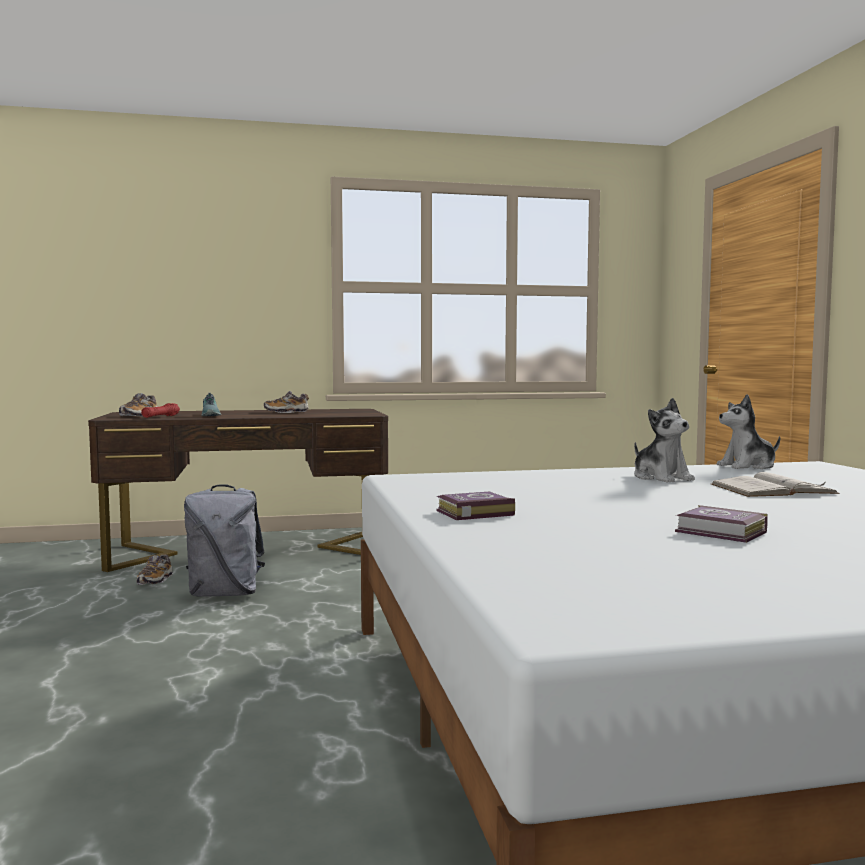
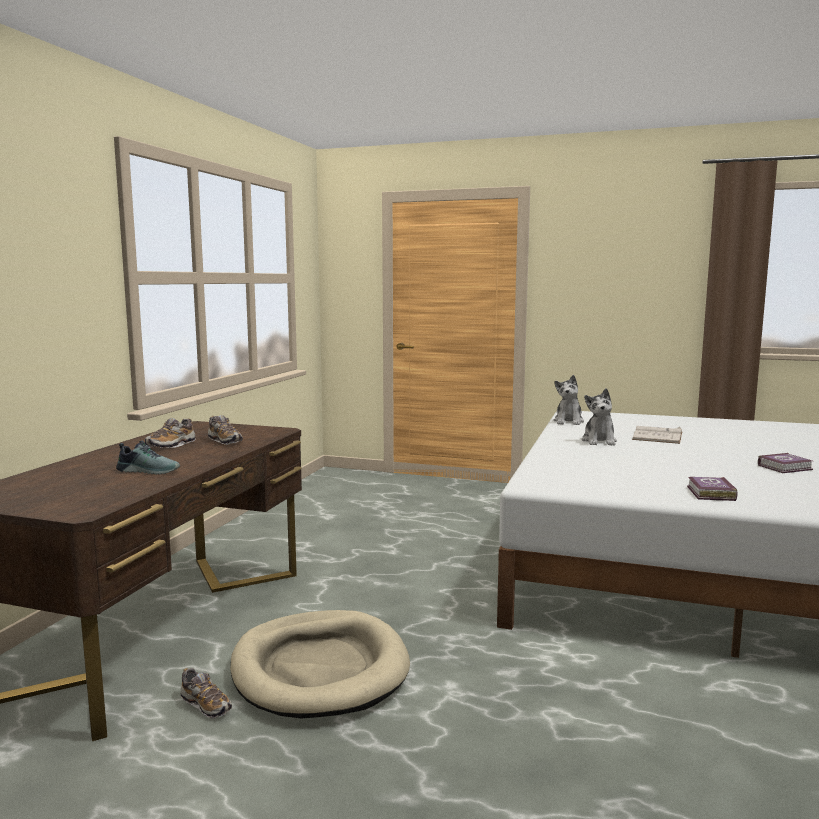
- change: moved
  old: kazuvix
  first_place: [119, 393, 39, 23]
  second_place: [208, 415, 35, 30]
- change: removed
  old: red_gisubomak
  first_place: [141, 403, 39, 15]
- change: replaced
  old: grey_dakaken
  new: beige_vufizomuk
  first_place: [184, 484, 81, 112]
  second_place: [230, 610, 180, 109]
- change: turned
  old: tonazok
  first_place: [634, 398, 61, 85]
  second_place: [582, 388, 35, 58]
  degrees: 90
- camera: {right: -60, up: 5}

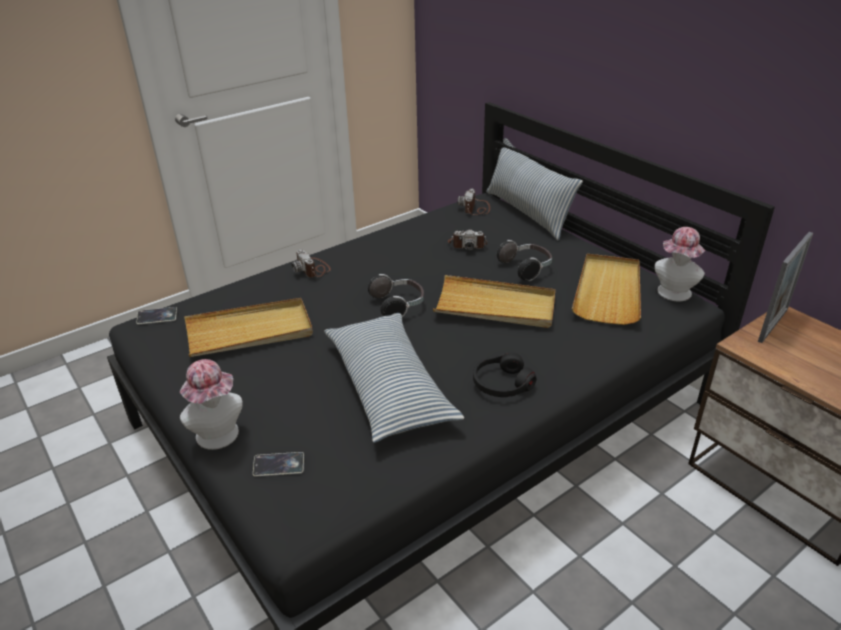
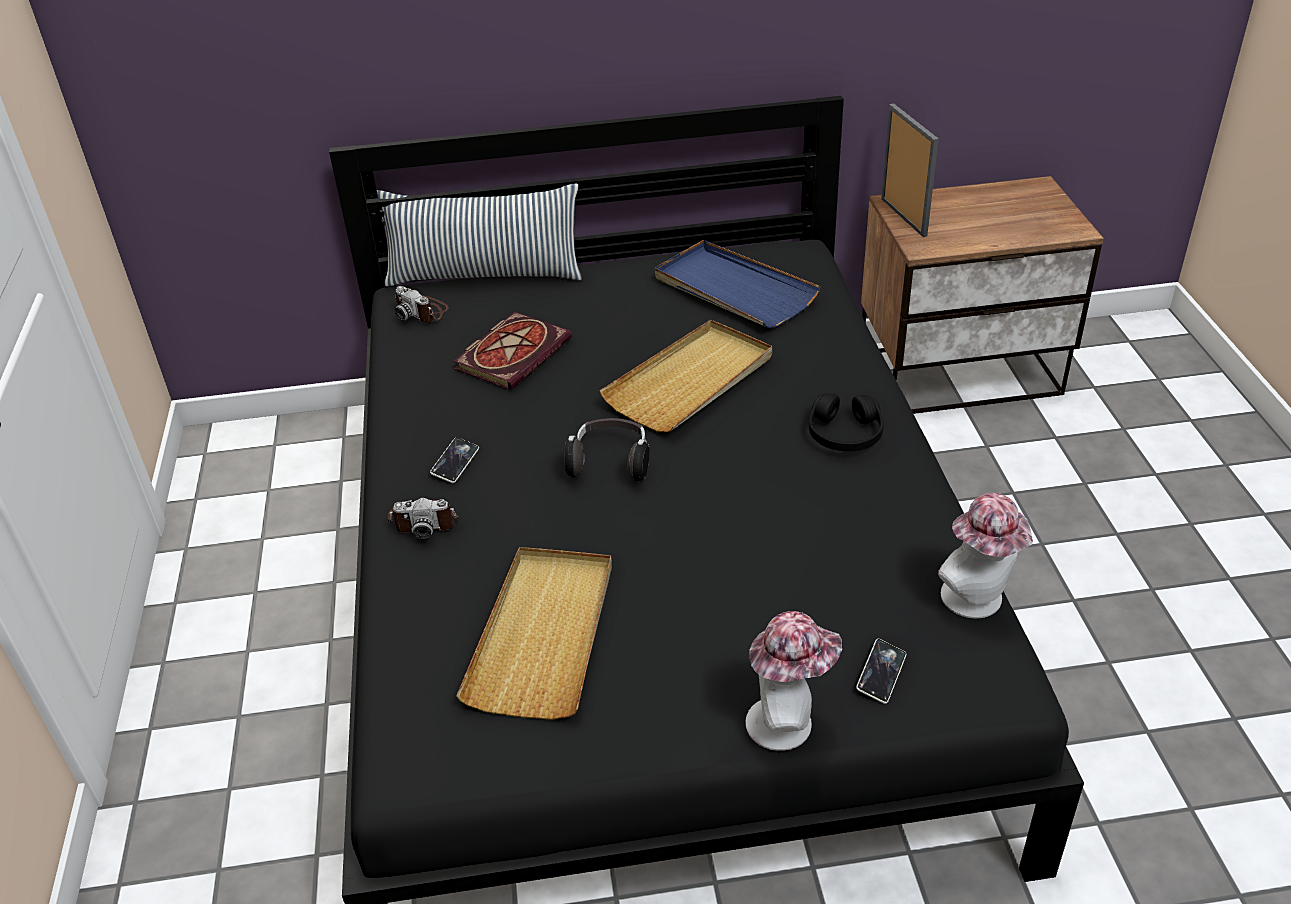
- change: moved
  old: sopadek
  first_place: [136, 307, 41, 18]
  second_place: [430, 437, 49, 46]
- change: removed
  old: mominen
  first_place: [324, 313, 140, 130]
- change: replaced
  old: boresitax
  new: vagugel
  first_place: [448, 229, 39, 21]
  second_place: [454, 312, 118, 78]
- change: removed
  old: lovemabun
  first_place: [497, 240, 55, 41]
- change: recoloured
  old: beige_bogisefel
  new: blue_bogisefel
  first_place: [572, 254, 69, 71]
  second_place: [655, 240, 166, 88]
- change: moved
  old: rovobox
  first_place: [655, 227, 50, 74]
  second_place: [938, 493, 95, 125]
- camera: {right: -60, up: 5}

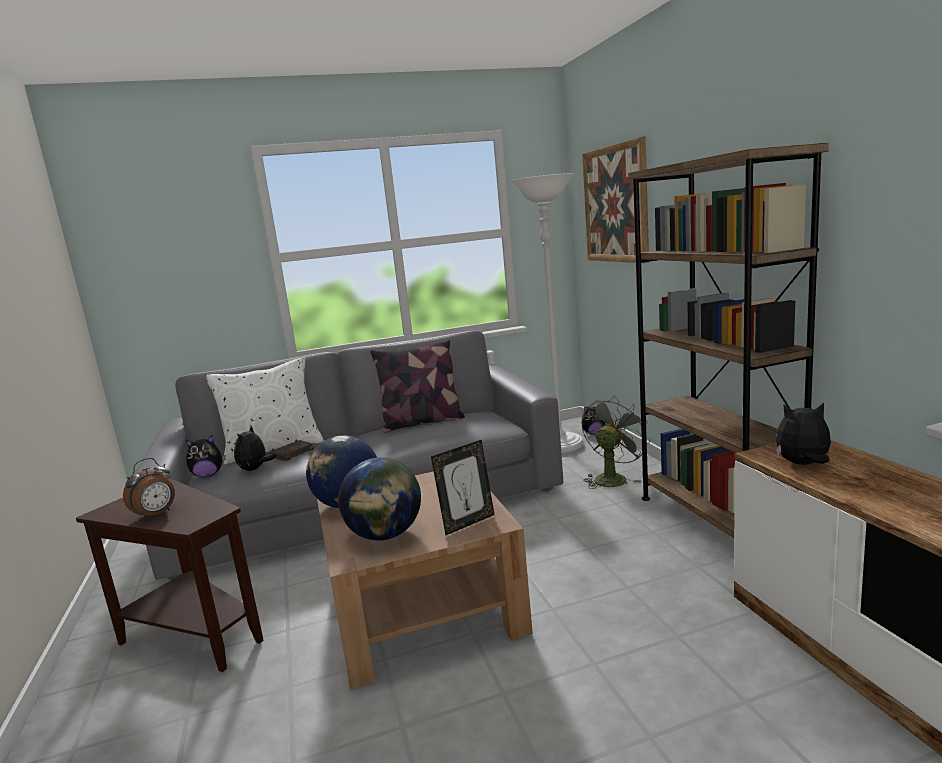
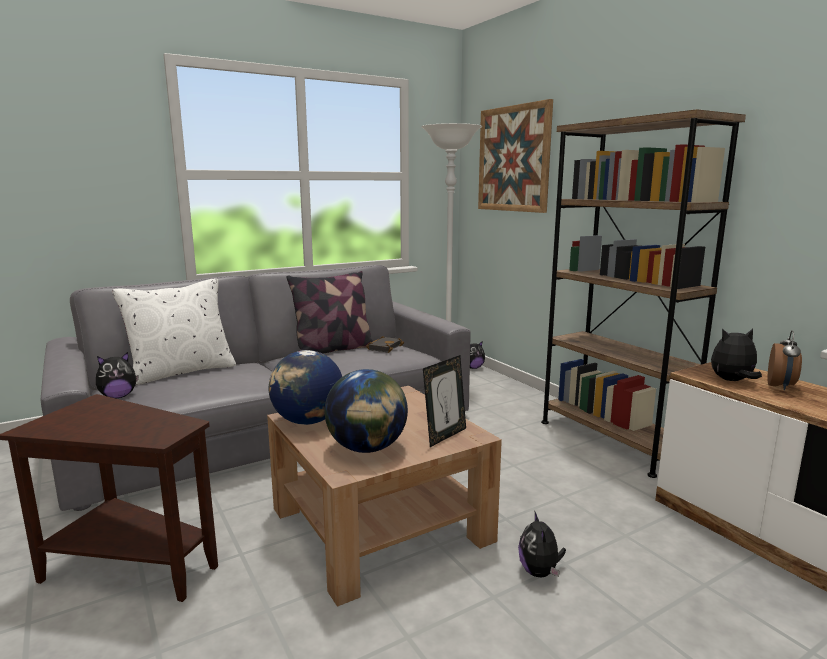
- change: moved
  old: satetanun
  first_place: [123, 458, 52, 62]
  second_place: [768, 330, 34, 60]
- change: moved
  old: tonazok
  first_place: [234, 426, 42, 45]
  second_place: [518, 511, 48, 67]
- change: moved
  old: black_vagugel
  first_place: [269, 439, 45, 22]
  second_place: [366, 336, 38, 17]
- change: removed
  old: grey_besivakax
  first_place: [581, 396, 70, 93]
- camera: {right: -15, up: 0}

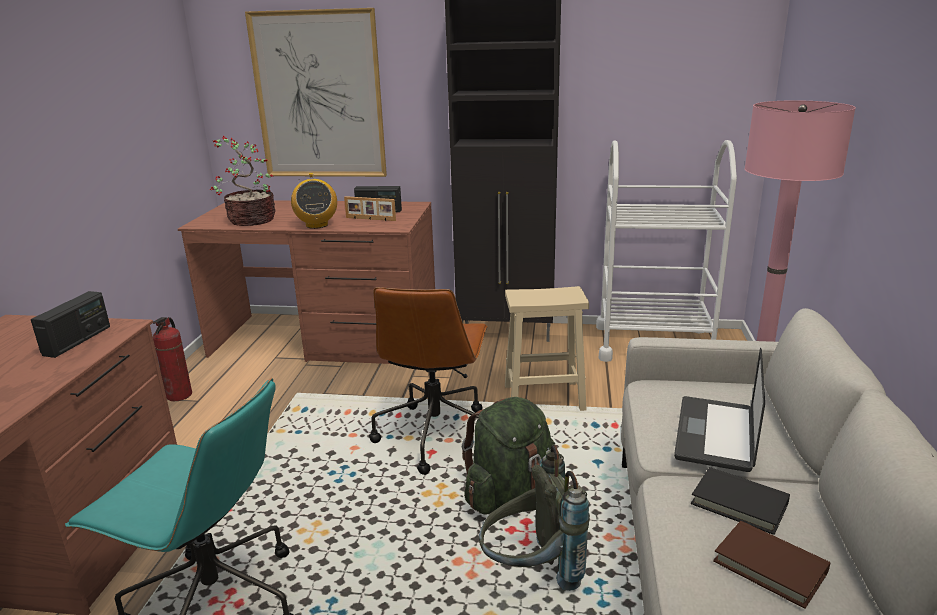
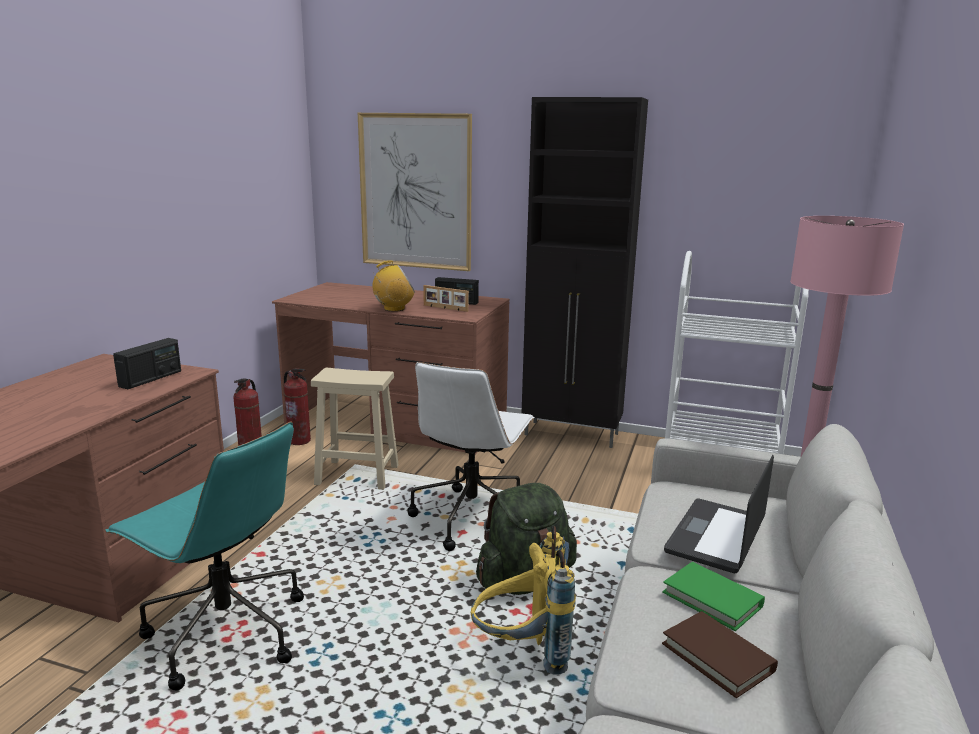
- change: removed
  old: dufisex
  first_place: [210, 135, 66, 91]
- change: turned
  old: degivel
  first_place: [291, 173, 46, 56]
  second_place: [372, 261, 43, 51]
  degrees: -105
- change: recoloured
  old: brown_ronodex
  new: white_ronodex
  first_place: [369, 287, 119, 188]
  second_place: [408, 362, 127, 189]
- change: recoloured
  old: grey_dakaken
  new: yellow_dakaken
  first_place: [479, 445, 111, 146]
  second_place: [470, 526, 106, 148]
- change: moved
  old: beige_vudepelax
  first_place: [505, 286, 84, 125]
  second_place: [311, 368, 88, 122]
- change: recoloured
  old: black_vagugel
  new: green_vagugel
  first_place: [691, 467, 99, 68]
  second_place: [662, 562, 103, 69]
- change: added
  new: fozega
  second_place: [284, 368, 27, 77]
- camera: {right: 10, up: -5}

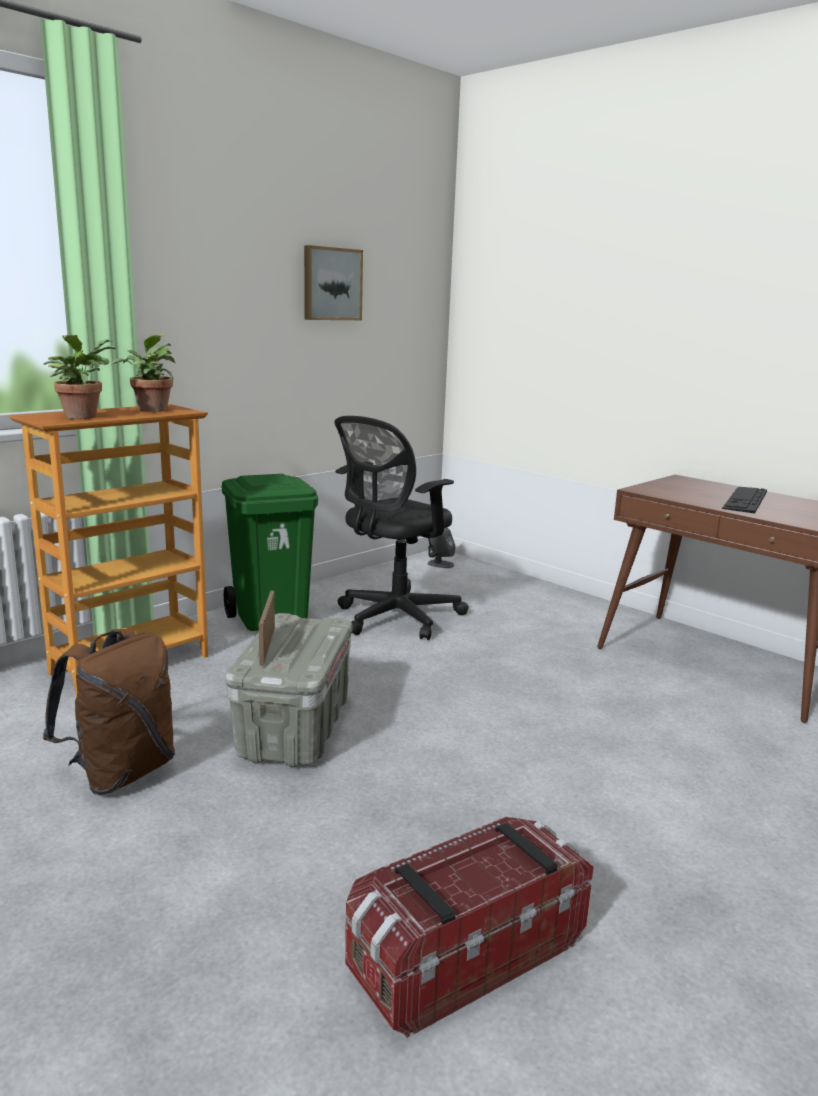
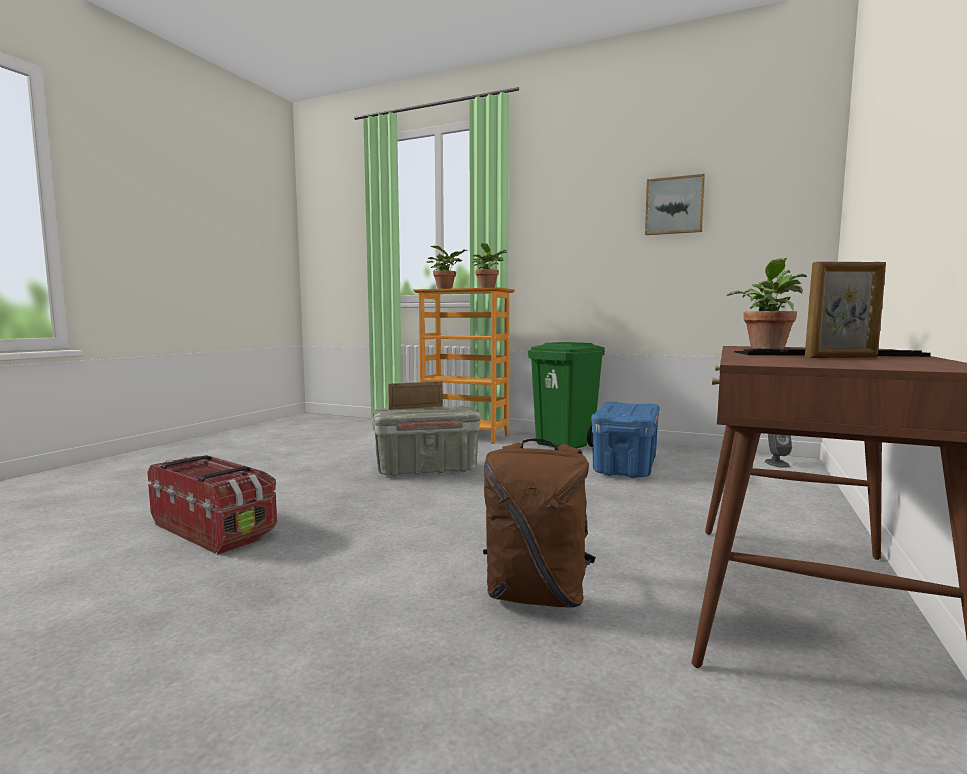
- change: moved
  old: brown_dakaken
  first_place: [43, 629, 132, 166]
  second_place: [483, 439, 113, 169]
- change: replaced
  old: black_ronodex
  new: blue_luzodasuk
  first_place: [334, 416, 135, 224]
  second_place: [591, 402, 69, 76]
- change: added
  new: dufisex
  second_place: [726, 258, 81, 91]
- change: added
  new: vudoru
  second_place: [805, 262, 81, 96]
- camera: {right: 70, up: -10}

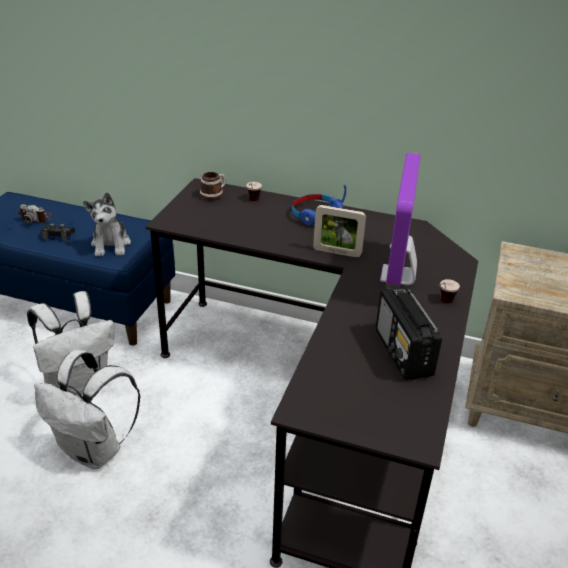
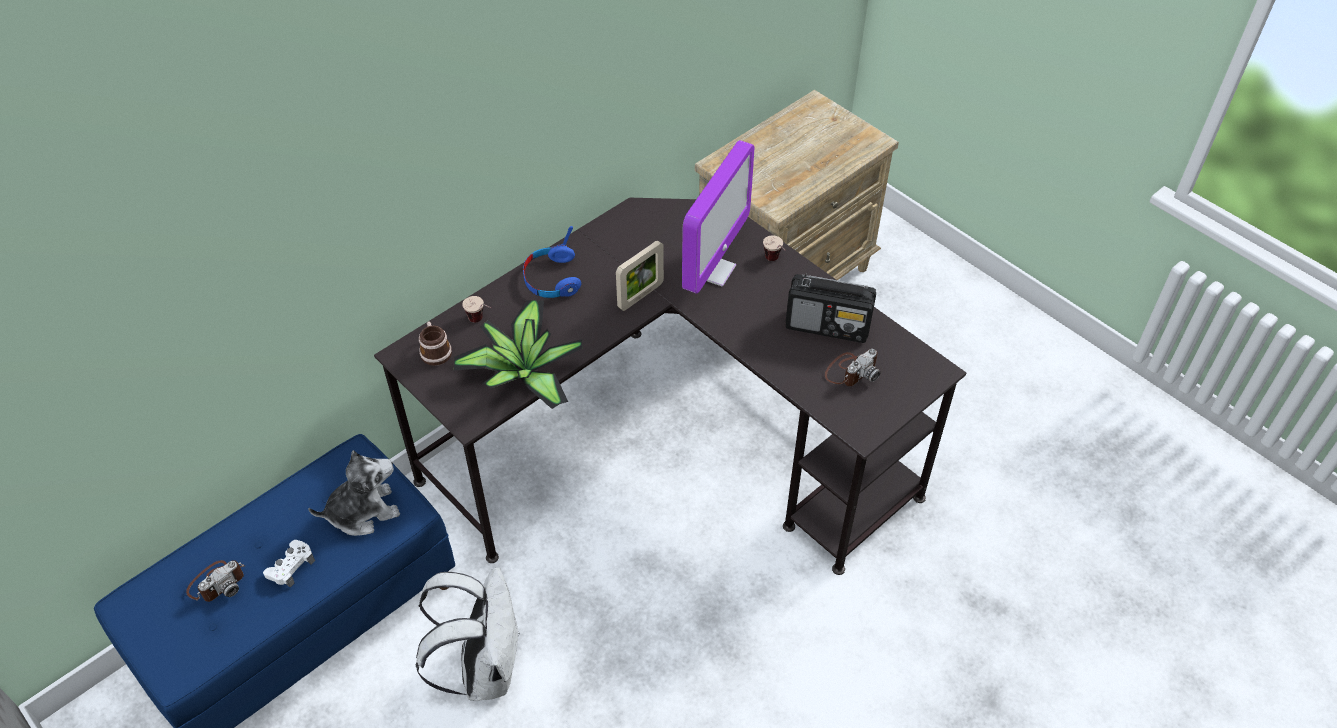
- change: removed
  old: white_dakaken
  first_place: [34, 350, 106, 119]
- change: recoloured
  old: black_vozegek
  new: white_vozegek
  first_place: [41, 223, 34, 18]
  second_place: [263, 540, 52, 48]
- change: turned
  old: tonazok
  first_place: [83, 192, 48, 65]
  second_place: [308, 450, 92, 86]
  degrees: -45
- change: turned
  old: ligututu
  first_place: [380, 153, 40, 132]
  second_place: [682, 140, 72, 153]
  degrees: -105
- change: added
  new: dufisex
  second_place: [453, 300, 129, 109]
- change: added
  new: boresitax
  second_place: [825, 349, 55, 37]
- camera: {right: -60, up: 15}

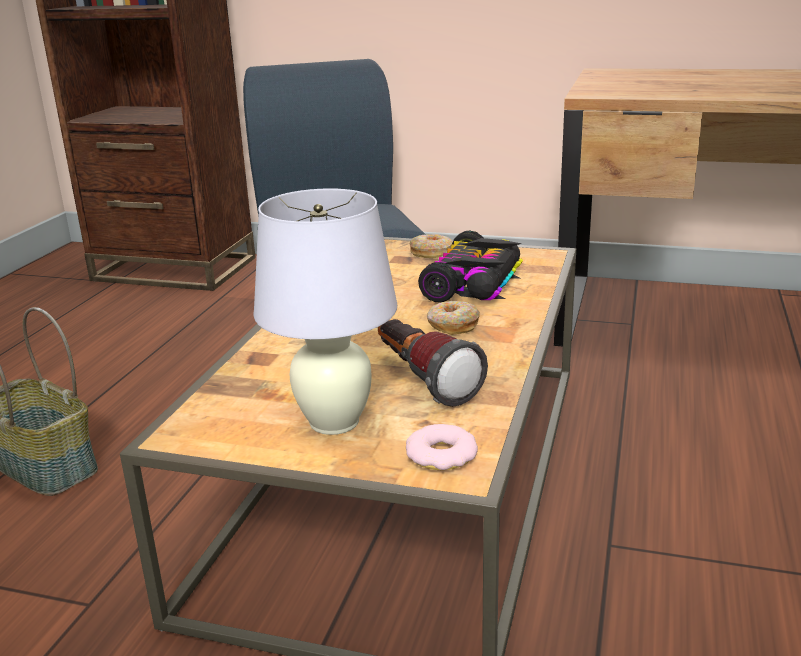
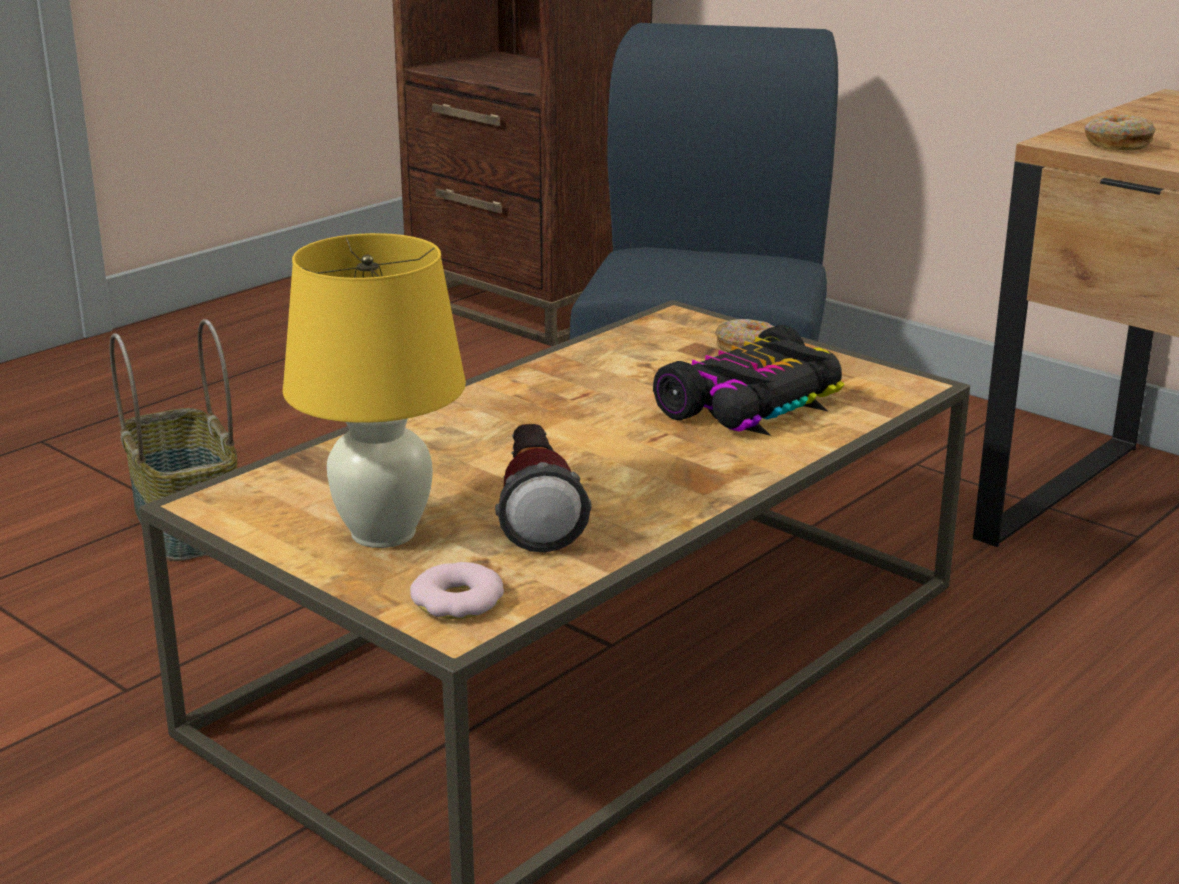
- change: recoloured
  old: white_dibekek
  new: yellow_dibekek
  first_place: [253, 188, 144, 247]
  second_place: [283, 233, 183, 315]
- change: moved
  old: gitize
  first_place: [427, 301, 53, 34]
  second_place: [1085, 115, 71, 35]
- camera: {right: 25, up: 0}

